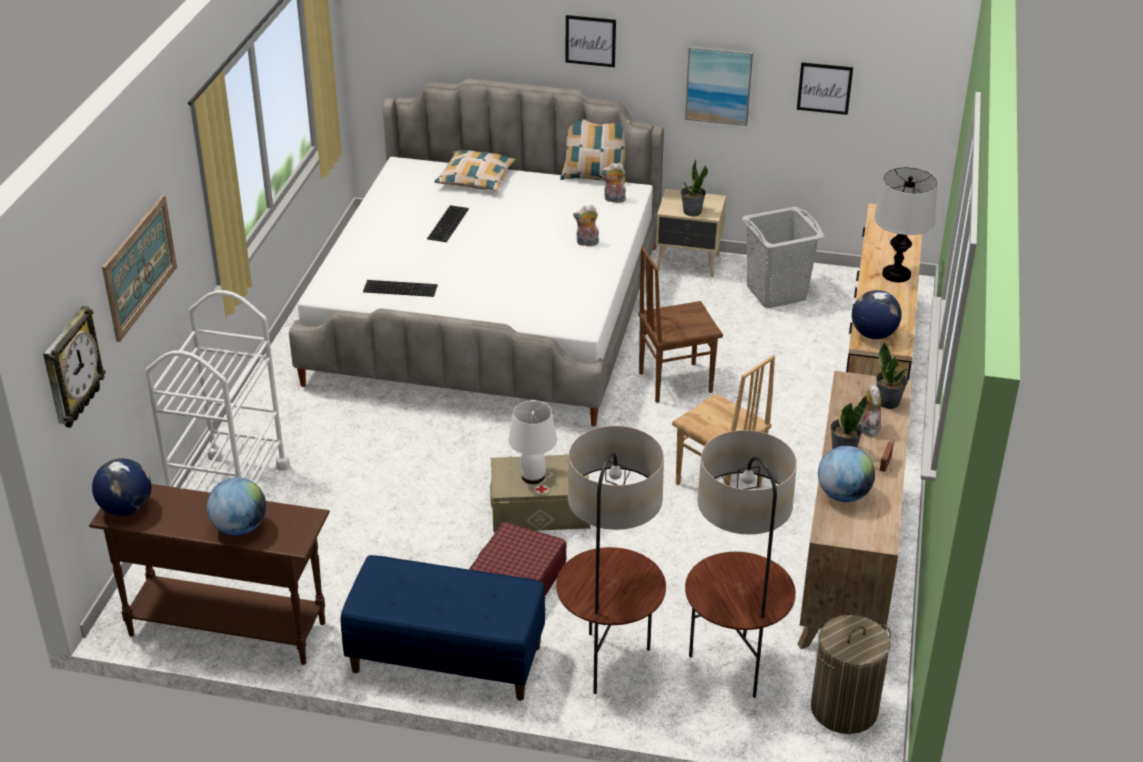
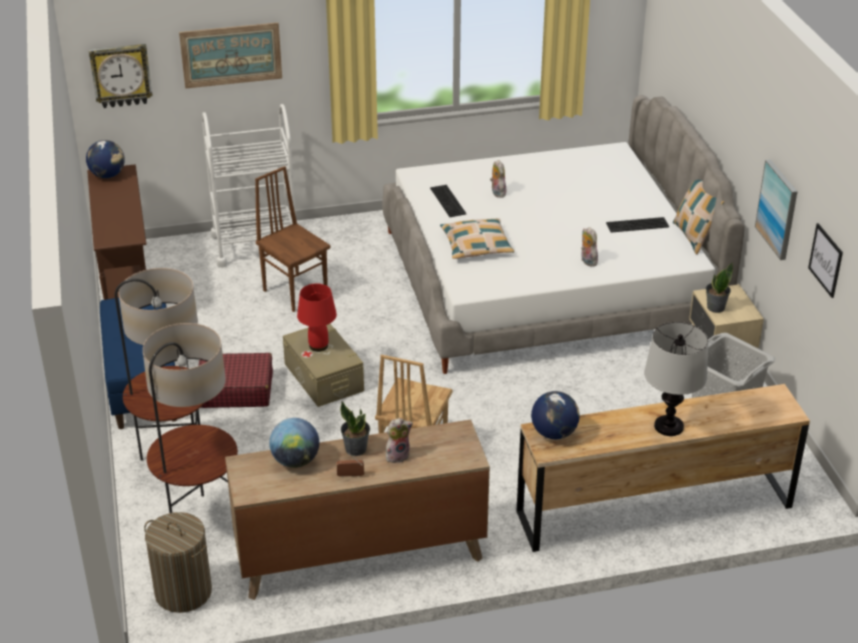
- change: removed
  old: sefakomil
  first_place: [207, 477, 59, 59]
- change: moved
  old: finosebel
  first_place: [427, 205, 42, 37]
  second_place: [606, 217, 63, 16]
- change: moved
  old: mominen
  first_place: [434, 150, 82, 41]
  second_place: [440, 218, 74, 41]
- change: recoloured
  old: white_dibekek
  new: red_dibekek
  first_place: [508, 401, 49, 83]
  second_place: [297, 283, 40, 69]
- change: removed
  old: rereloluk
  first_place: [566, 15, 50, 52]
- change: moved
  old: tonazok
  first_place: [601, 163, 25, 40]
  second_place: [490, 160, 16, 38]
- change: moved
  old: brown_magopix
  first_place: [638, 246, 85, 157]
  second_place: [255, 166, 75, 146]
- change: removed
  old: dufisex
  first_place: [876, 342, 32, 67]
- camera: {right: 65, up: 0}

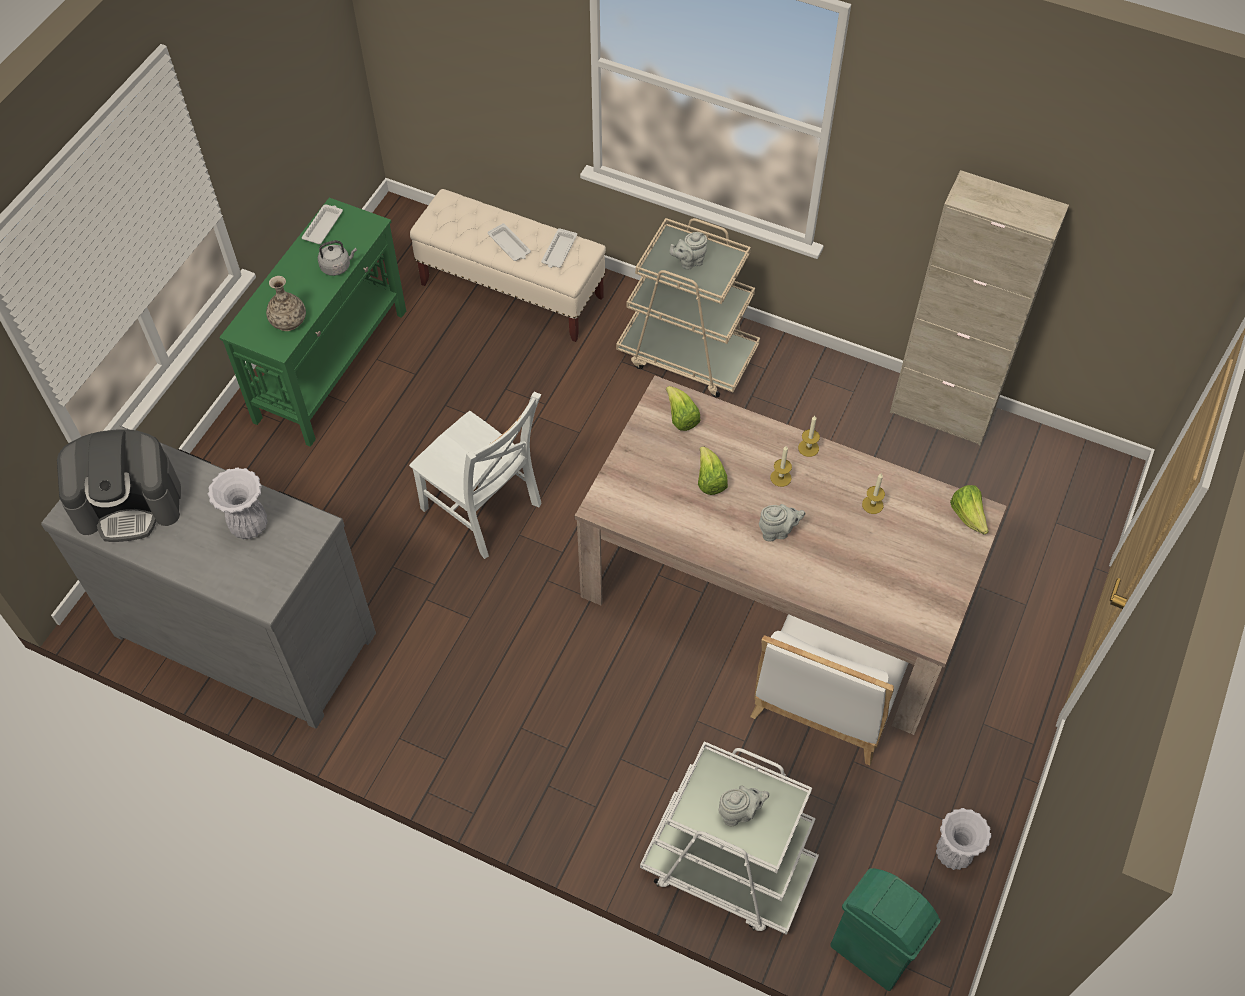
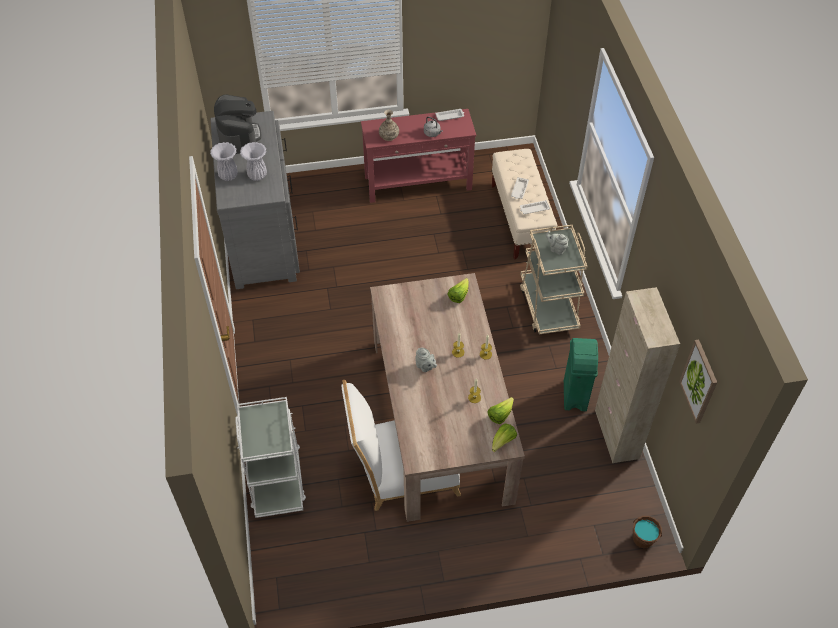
- change: turned
  old: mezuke
  first_place: [57, 429, 124, 113]
  second_place: [214, 94, 48, 60]
  degrees: -150
- change: recoloured
  old: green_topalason
  new: red_topalason
  first_place: [219, 198, 187, 249]
  second_place: [361, 109, 115, 94]
- change: removed
  old: white_magopix
  first_place: [409, 392, 133, 167]
- change: moved
  old: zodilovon
  first_place: [698, 446, 30, 49]
  second_place: [488, 397, 26, 27]
- change: removed
  old: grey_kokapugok
  first_place: [718, 785, 51, 41]
- change: moved
  old: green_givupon
  first_place: [830, 868, 110, 123]
  second_place: [564, 338, 34, 73]
- change: moved
  old: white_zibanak
  first_place: [936, 808, 56, 62]
  second_place: [210, 142, 28, 39]
- change: added
  new: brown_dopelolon
  second_place: [633, 516, 29, 32]
- change: added
  new: rereloluk
  second_place: [679, 339, 38, 85]
- camera: {right: 55, up: -5}

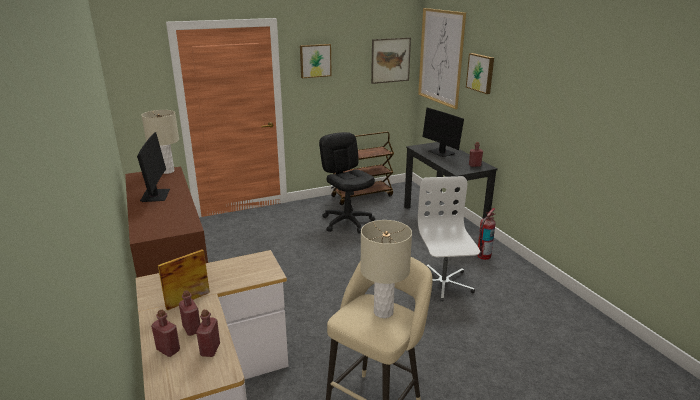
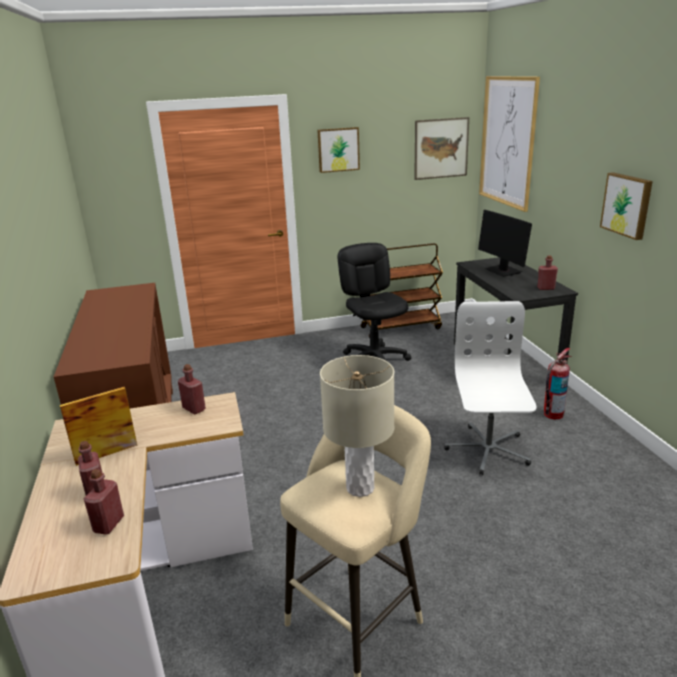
- change: removed
  old: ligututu
  first_place: [137, 132, 33, 70]
- change: removed
  old: beige_dibekek
  first_place: [141, 110, 38, 64]
- change: moved
  old: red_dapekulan
  first_place: [151, 310, 29, 47]
  second_place: [178, 364, 28, 50]
- change: moved
  old: rereloluk
  first_place: [466, 53, 28, 41]
  second_place: [600, 172, 53, 68]
- camera: {right: 10, up: 0}

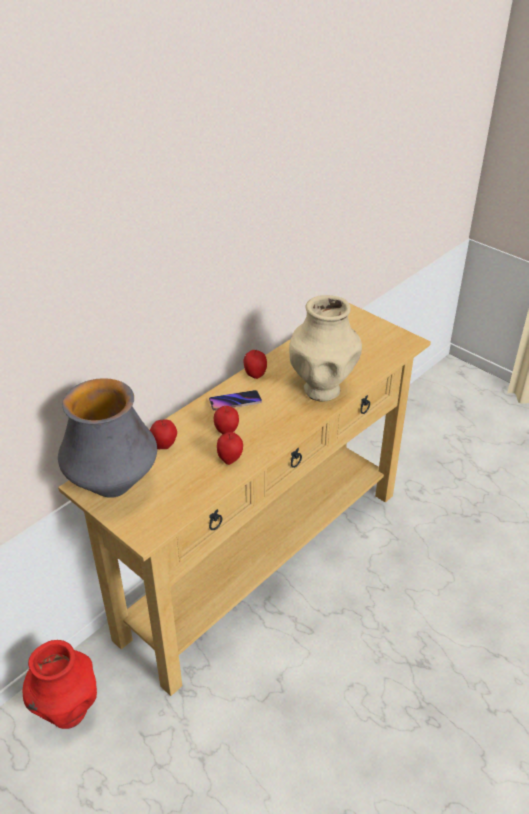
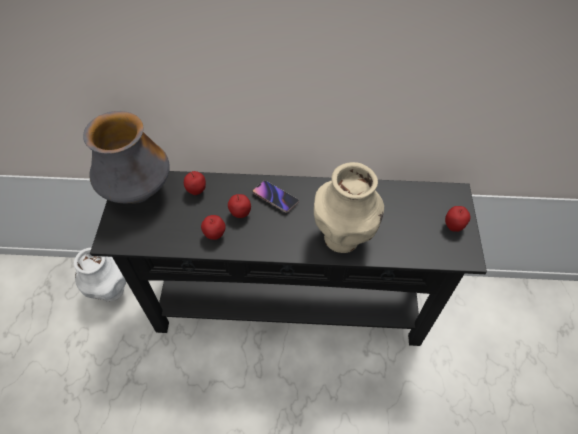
- change: recoloured
  old: red_zibanak
  new: white_zibanak
  first_place: [23, 640, 74, 89]
  second_place: [74, 248, 52, 54]
- change: recoloured
  old: beige_topalason
  new: black_topalason
  first_place: [58, 303, 373, 393]
  second_place: [90, 171, 397, 175]
- change: moved
  old: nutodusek
  first_place: [243, 350, 24, 29]
  second_place: [445, 206, 26, 26]
- camera: {right: 50, up: 15}

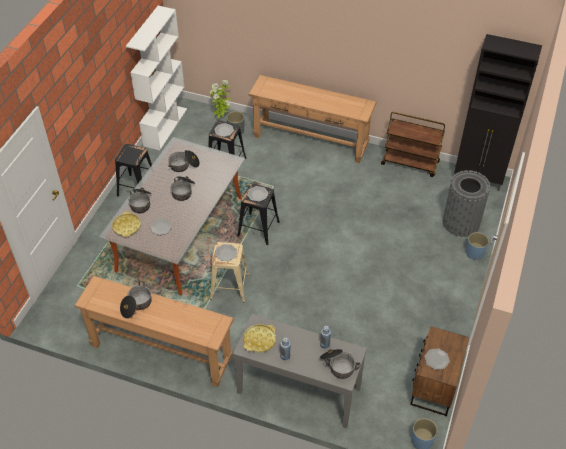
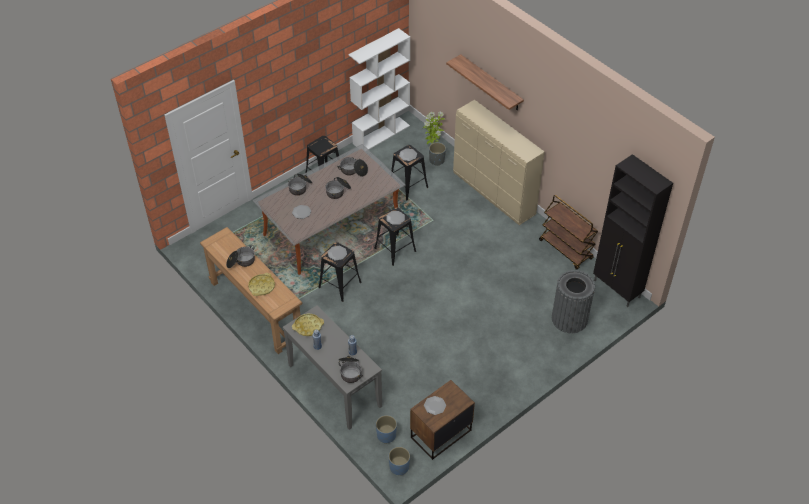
- change: moved
  old: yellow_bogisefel
  first_place: [112, 211, 29, 26]
  second_place: [248, 273, 27, 23]
- change: recoloured
  old: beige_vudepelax
  new: black_vudepelax
  first_place: [210, 242, 39, 60]
  second_place: [318, 242, 43, 60]
- change: replaced
  old: brown_topalason
  new: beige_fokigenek
  first_place: [249, 75, 127, 88]
  second_place: [453, 100, 92, 125]
- change: moved
  old: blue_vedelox
  first_place: [466, 232, 23, 28]
  second_place: [376, 415, 21, 29]
- change: added
  new: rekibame
  second_place: [446, 54, 78, 56]
- camera: {right: 30, up: 0}

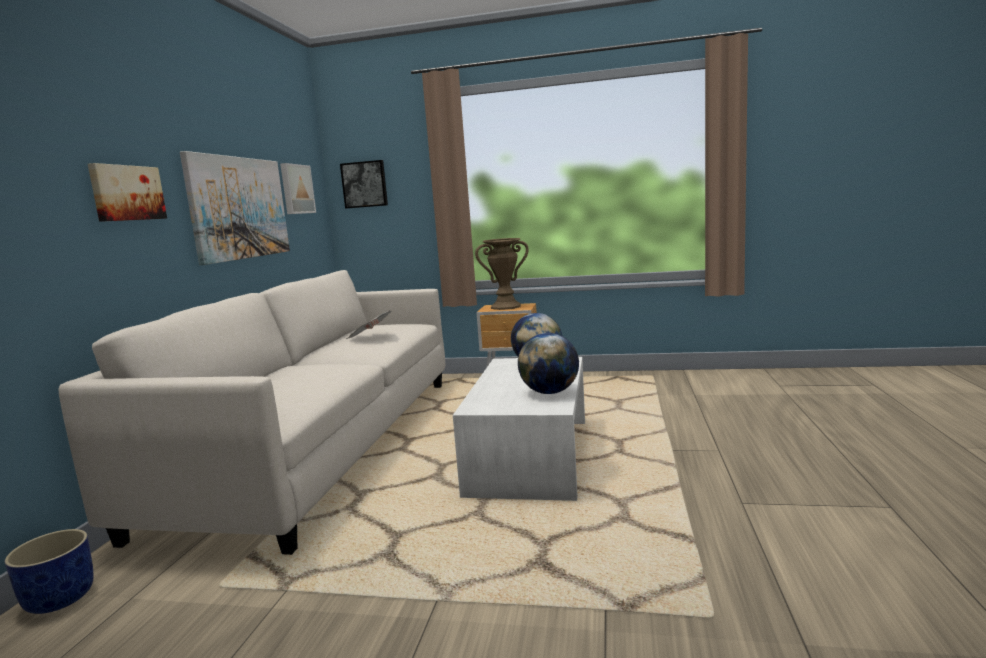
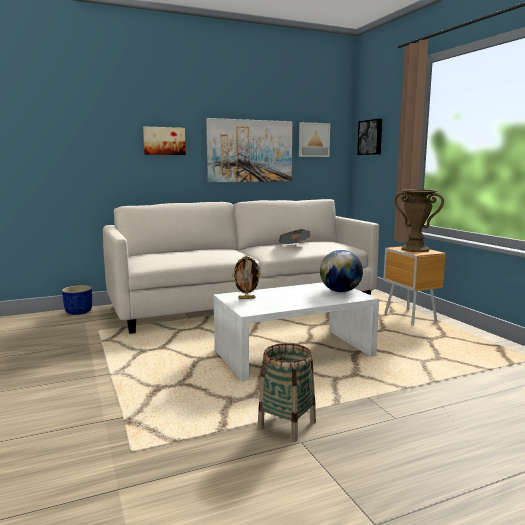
- change: removed
  old: sefakomil
  first_place: [518, 333, 61, 61]
- change: added
  new: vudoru
  second_place: [232, 255, 29, 44]
- change: added
  new: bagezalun
  second_place: [257, 343, 59, 99]
- camera: {right: 55, up: 0}

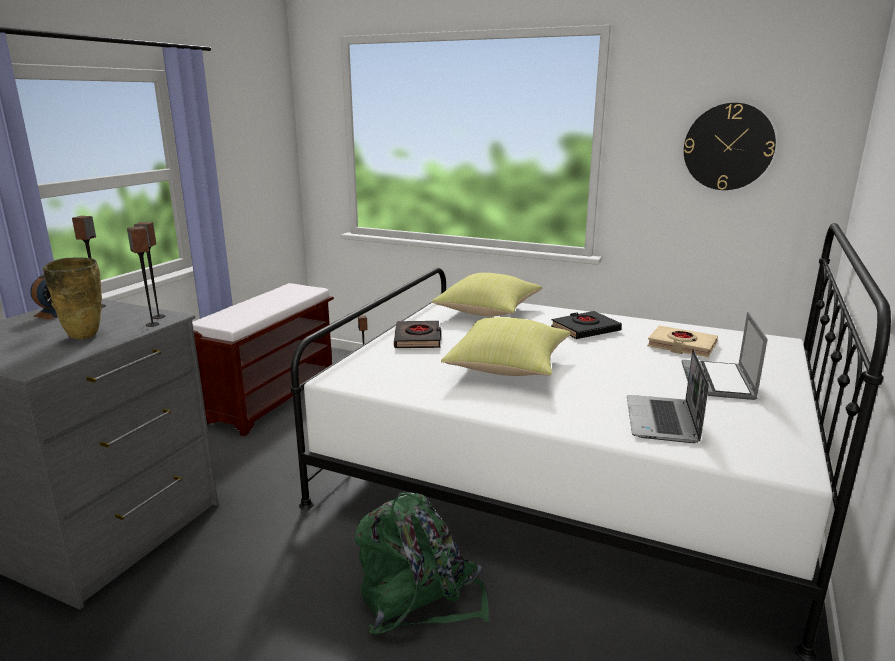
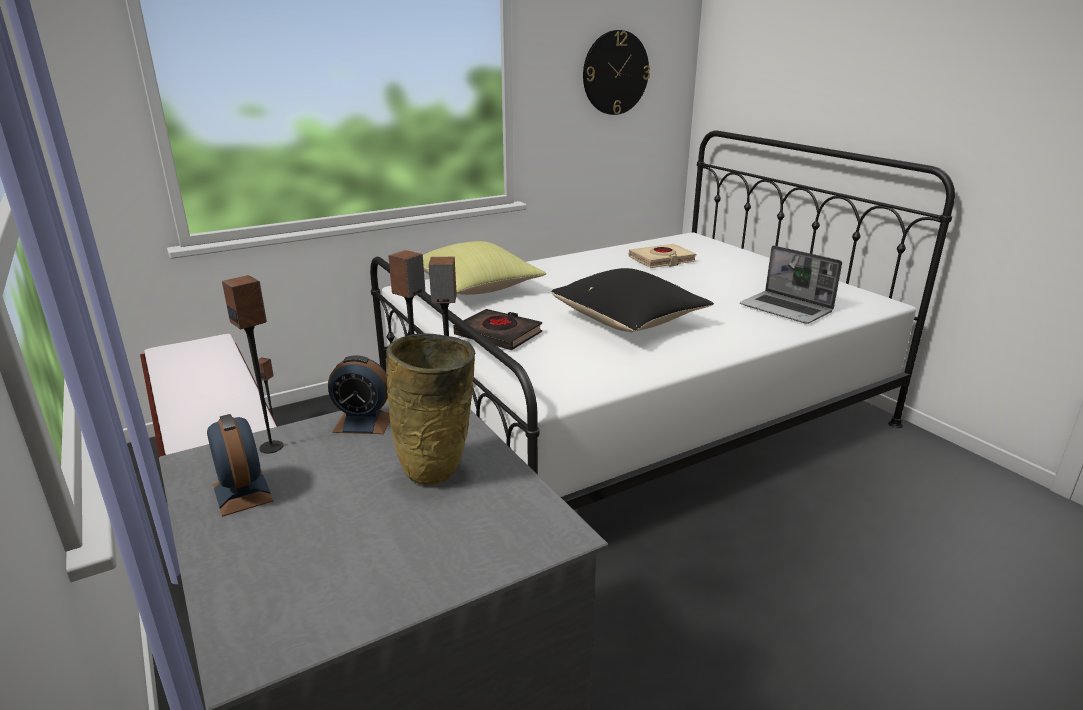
- change: removed
  old: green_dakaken
  first_place: [355, 493, 134, 142]
- change: recoloured
  old: yellow_mominen
  new: black_mominen
  first_place: [441, 317, 130, 59]
  second_place: [551, 268, 163, 64]
- change: removed
  old: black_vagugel
  first_place: [551, 311, 71, 28]
- change: removed
  old: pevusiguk
  first_place: [682, 312, 86, 88]
- change: added
  new: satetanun
  second_place: [328, 355, 62, 79]
- camera: {right: -55, up: 5}

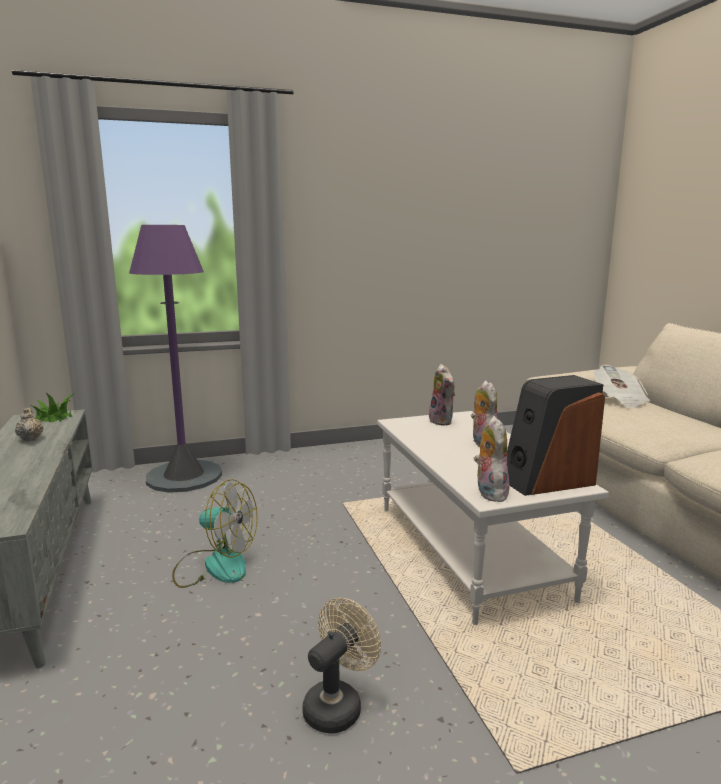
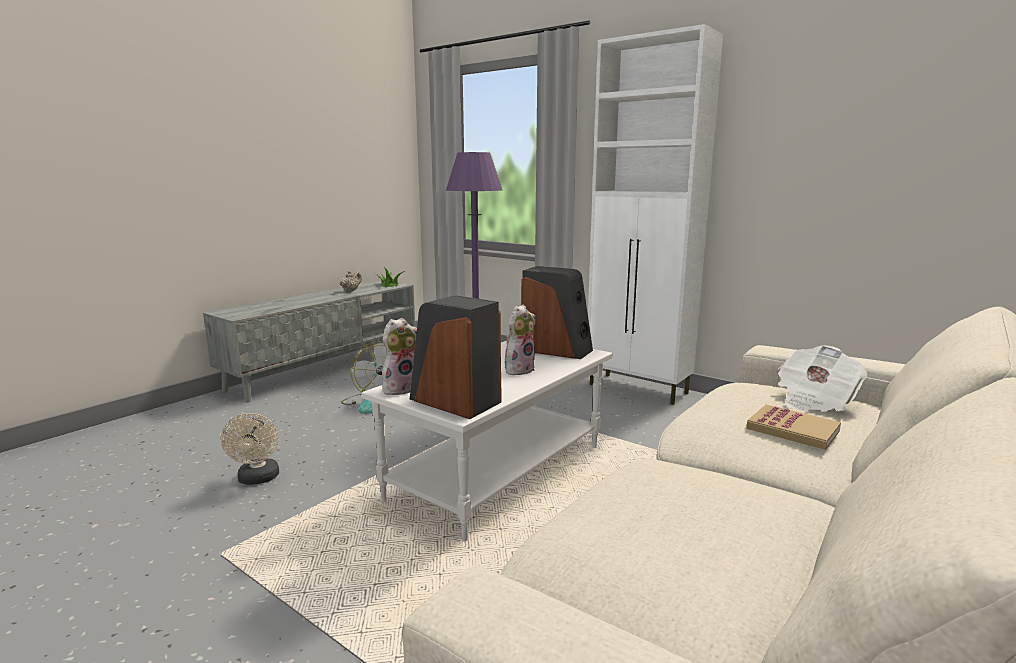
- change: turned
  old: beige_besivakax
  first_place: [302, 598, 79, 136]
  second_place: [221, 413, 58, 72]
  degrees: 75
- change: replaced
  old: tonazok
  new: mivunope
  first_place: [429, 364, 26, 62]
  second_place: [521, 266, 72, 93]
- change: added
  new: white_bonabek
  second_place: [588, 24, 135, 381]
- change: added
  new: vagugel
  second_place: [746, 404, 95, 46]
- camera: {right: 55, up: 0}

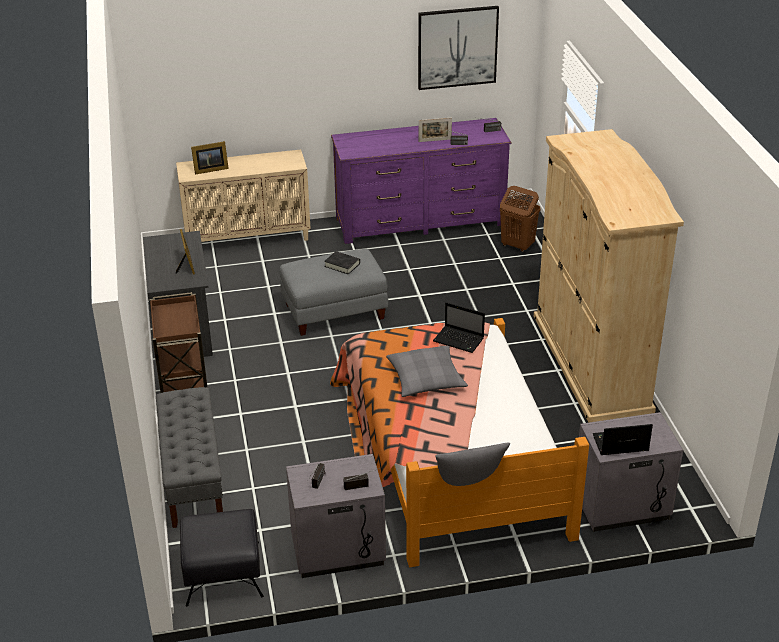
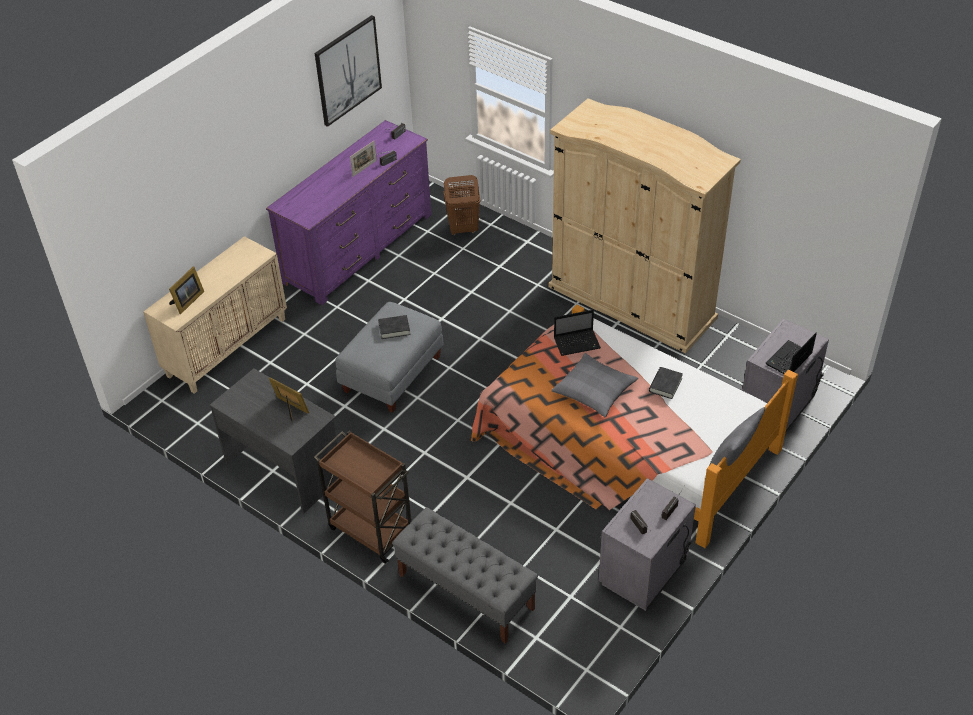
- change: removed
  old: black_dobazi
  first_place: [180, 509, 84, 98]
- change: added
  new: black_vagugel
  second_place: [649, 367, 34, 32]
- camera: {right: -40, up: 10}

